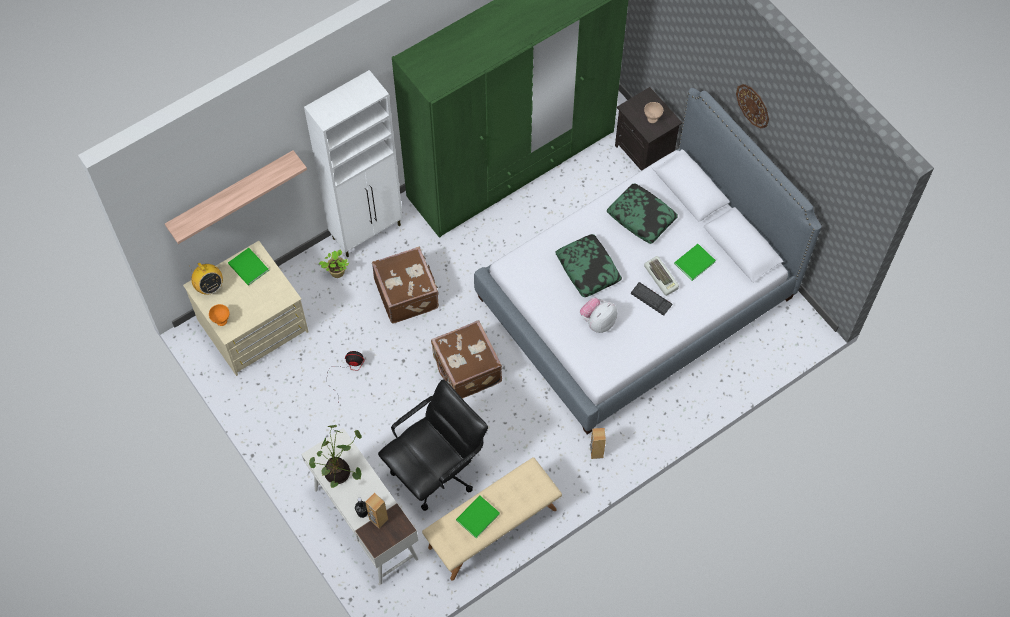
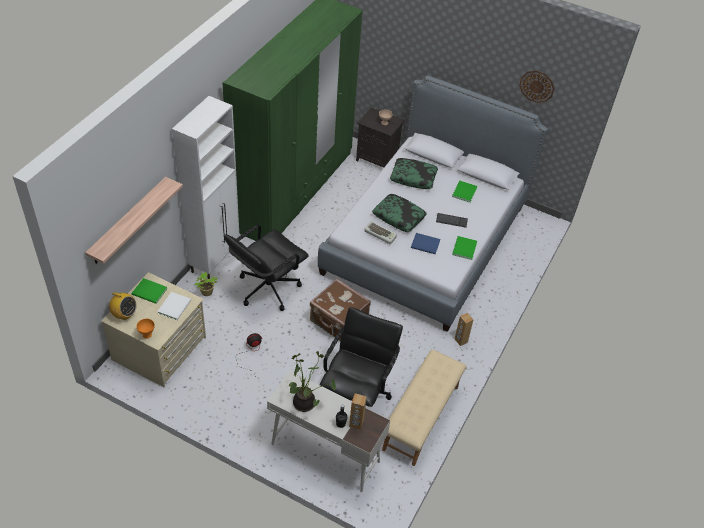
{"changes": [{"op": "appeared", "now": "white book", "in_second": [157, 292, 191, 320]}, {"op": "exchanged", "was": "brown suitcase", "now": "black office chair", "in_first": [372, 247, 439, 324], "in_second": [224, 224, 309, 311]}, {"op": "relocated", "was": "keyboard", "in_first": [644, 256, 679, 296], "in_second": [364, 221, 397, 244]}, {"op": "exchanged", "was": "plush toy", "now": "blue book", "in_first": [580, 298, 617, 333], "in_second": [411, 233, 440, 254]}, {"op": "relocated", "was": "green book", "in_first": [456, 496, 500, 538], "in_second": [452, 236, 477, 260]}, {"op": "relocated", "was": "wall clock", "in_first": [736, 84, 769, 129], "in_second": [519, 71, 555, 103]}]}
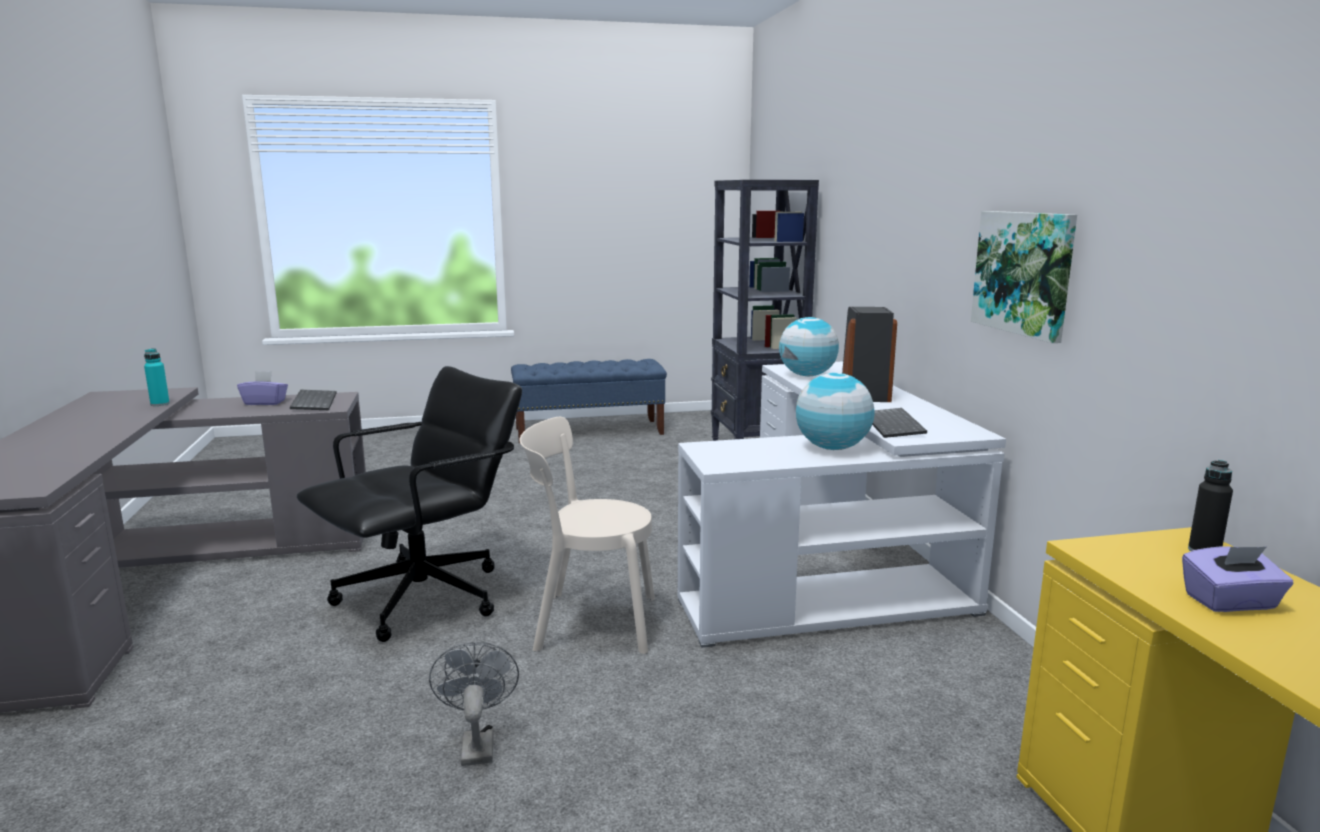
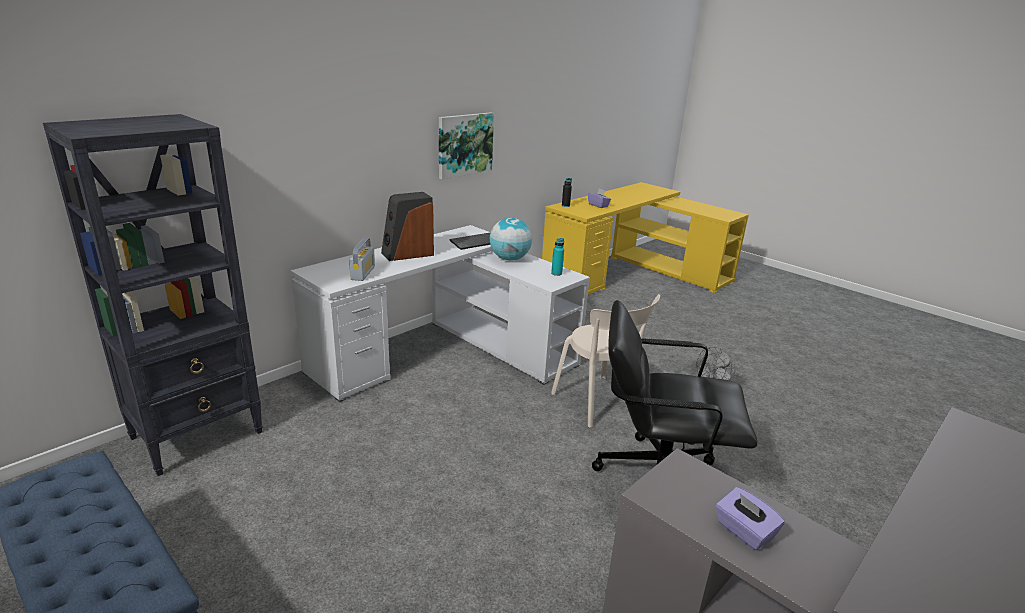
{"changes": [{"op": "exchanged", "was": "globe", "now": "radio", "in_first": [779, 317, 839, 376], "in_second": [349, 238, 375, 281]}, {"op": "relocated", "was": "turquoise bottle", "in_first": [144, 348, 170, 406], "in_second": [551, 238, 564, 276]}, {"op": "missing", "was": "keyboard", "in_first": [290, 390, 336, 410]}]}
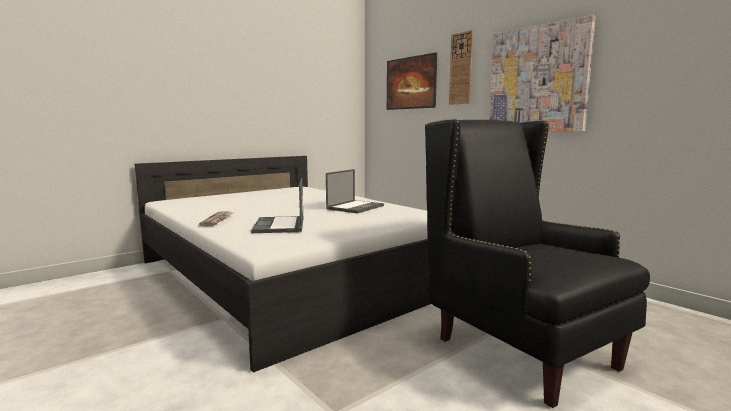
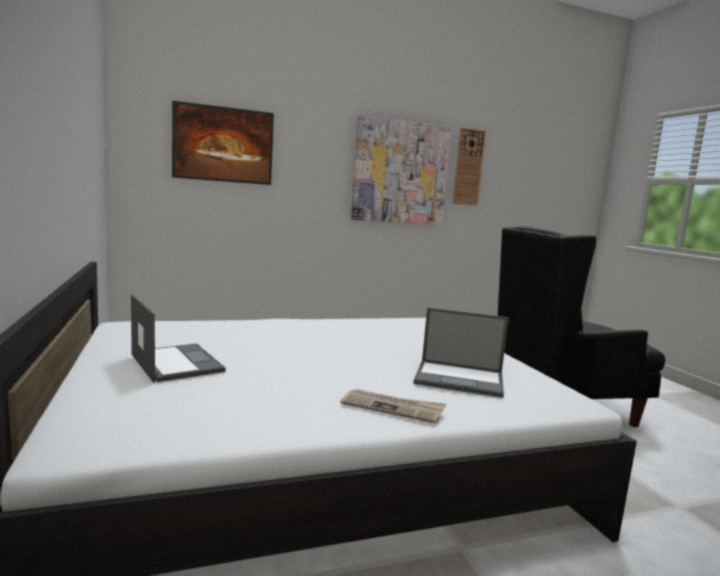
{"changes": [{"op": "relocated", "was": "laptop", "in_first": [326, 169, 384, 213], "in_second": [131, 294, 226, 383]}, {"op": "relocated", "was": "wall clock", "in_first": [449, 30, 474, 105], "in_second": [453, 128, 486, 206]}]}
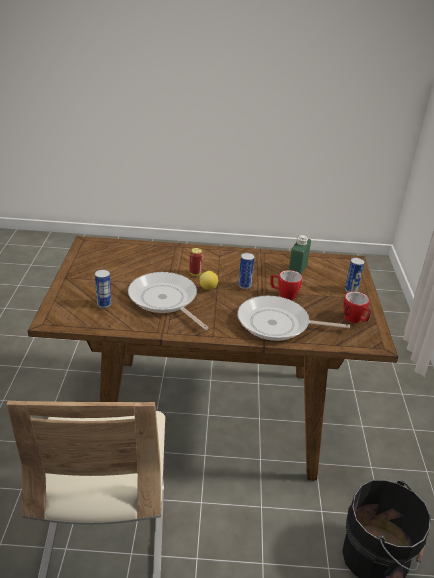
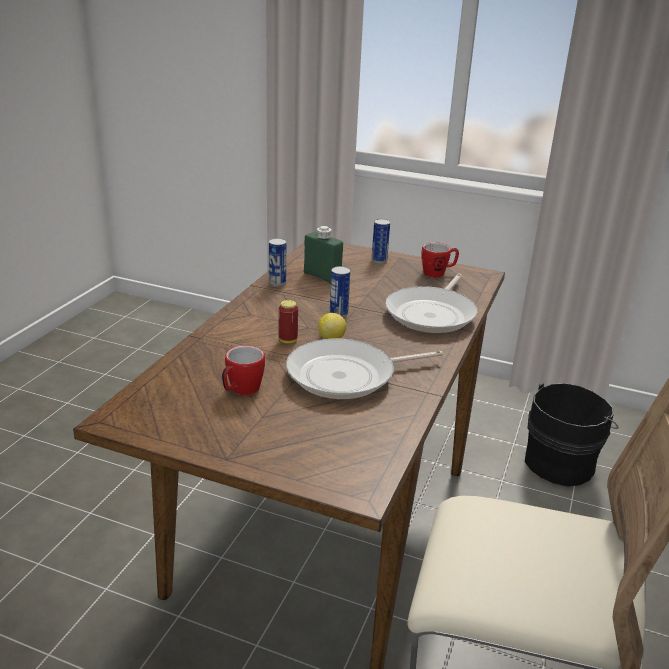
{"changes": [{"op": "relocated", "was": "mug", "in_first": [270, 270, 303, 300], "in_second": [222, 345, 265, 395]}, {"op": "relocated", "was": "can", "in_first": [95, 270, 111, 308], "in_second": [269, 238, 286, 287]}]}
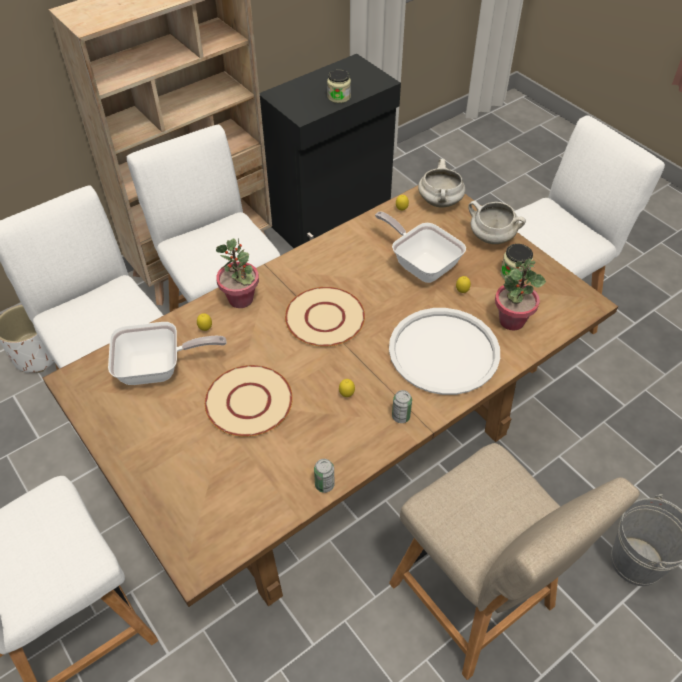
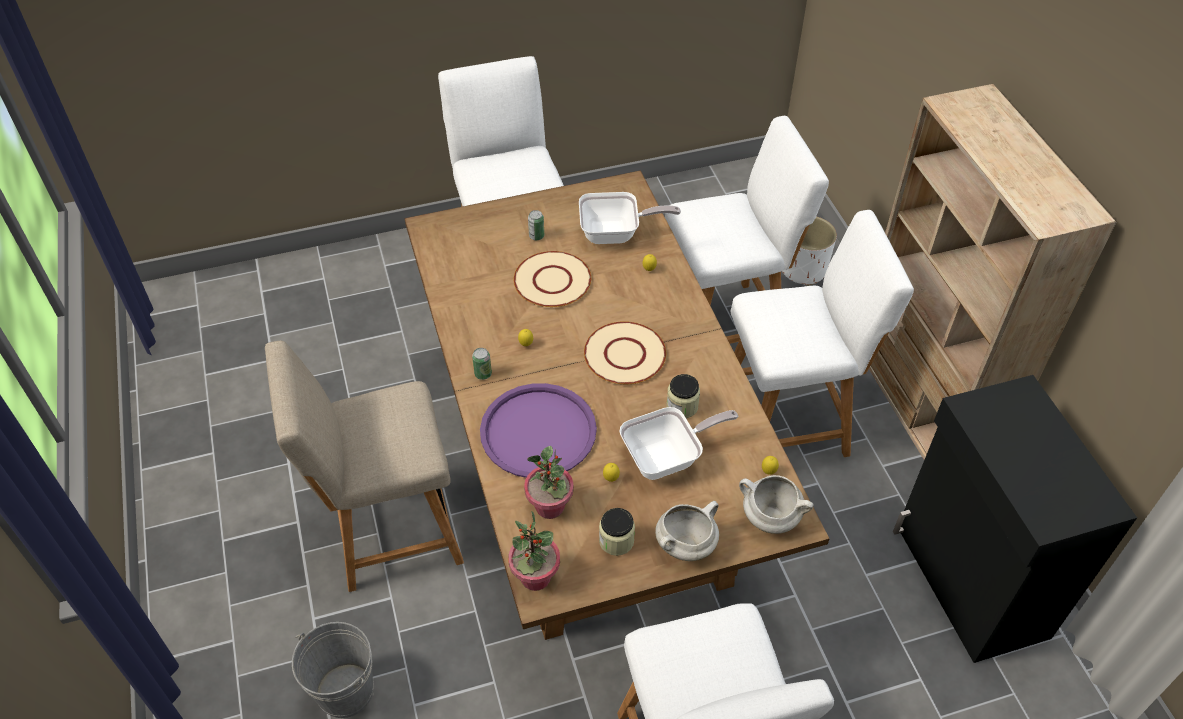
{"changes": [{"op": "colour", "was": "white tray", "now": "purple tray", "in_first": [389, 308, 500, 395], "in_second": [480, 383, 597, 478]}, {"op": "relocated", "was": "potted plant", "in_first": [216, 238, 259, 308], "in_second": [508, 511, 560, 591]}, {"op": "relocated", "was": "can", "in_first": [314, 459, 335, 493], "in_second": [528, 210, 544, 240]}, {"op": "spun", "was": "frying pan", "in_first": [108, 322, 227, 385], "in_second": [579, 192, 681, 244], "clockwise": -105}, {"op": "relocated", "was": "jar", "in_first": [327, 69, 351, 103], "in_second": [666, 374, 700, 418]}]}
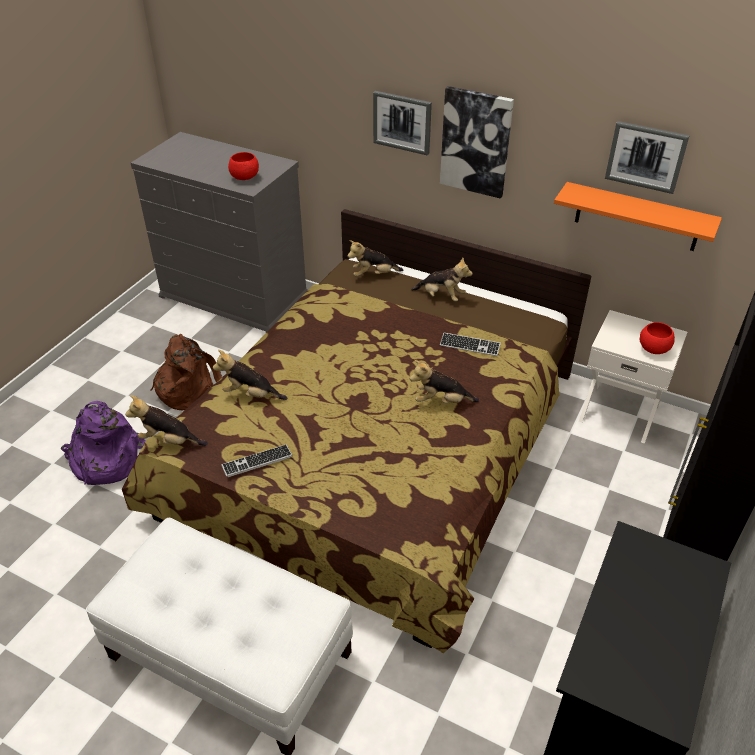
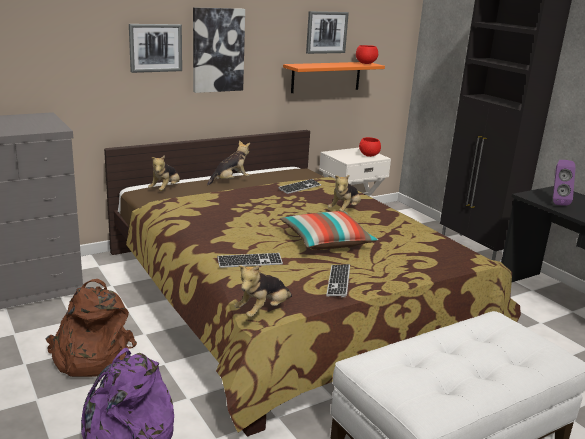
{"changes": [{"op": "exchanged", "was": "plush toy", "now": "keyboard", "in_first": [213, 350, 287, 400], "in_second": [217, 253, 283, 268]}, {"op": "appeared", "now": "pillow", "in_second": [280, 211, 378, 250]}, {"op": "relocated", "was": "red bowl", "in_first": [228, 152, 259, 180], "in_second": [356, 45, 378, 64]}, {"op": "appeared", "now": "purple speaker", "in_second": [553, 160, 576, 206]}]}
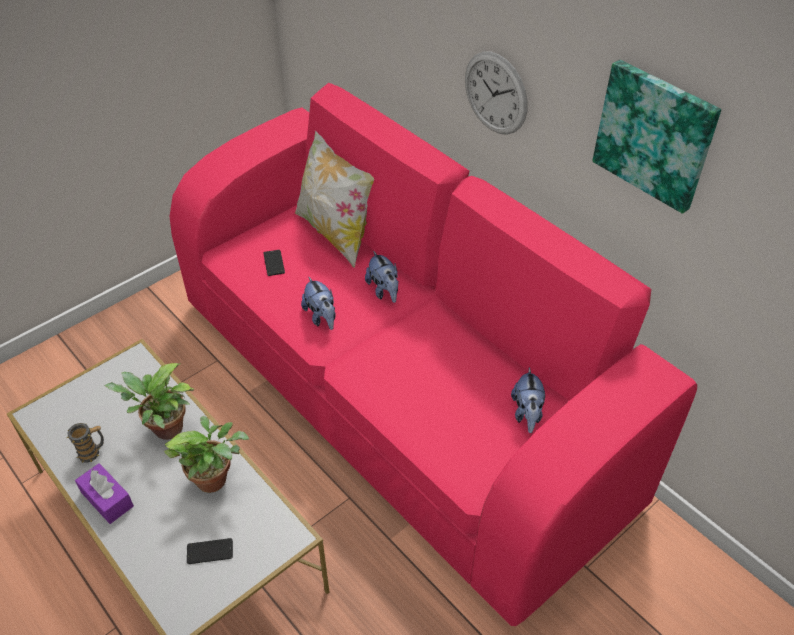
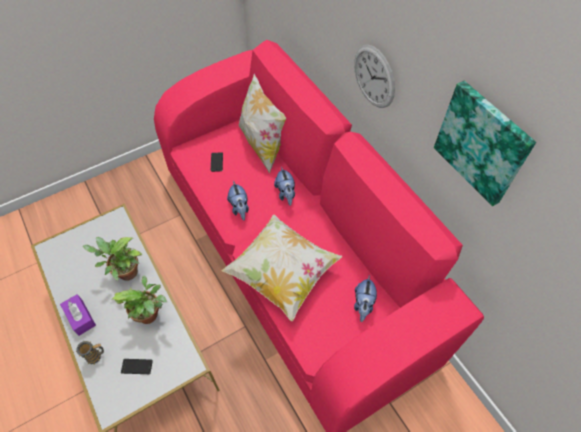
{"changes": [{"op": "relocated", "was": "mug", "in_first": [67, 423, 104, 463], "in_second": [76, 341, 104, 364]}, {"op": "appeared", "now": "pillow", "in_second": [221, 214, 342, 321]}]}
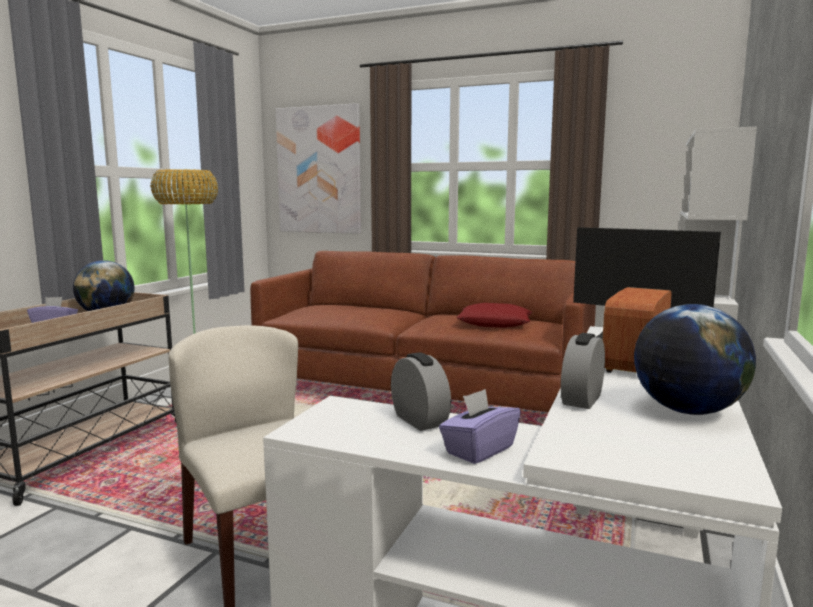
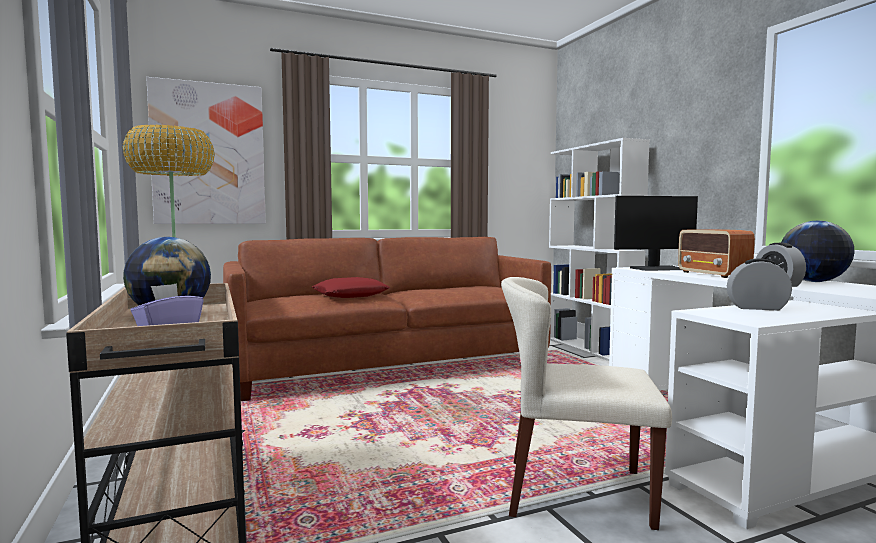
{"changes": [{"op": "relocated", "was": "red pillow", "in_first": [456, 303, 532, 328], "in_second": [312, 277, 390, 298]}, {"op": "missing", "was": "purple tissue box", "in_first": [439, 389, 521, 464]}]}
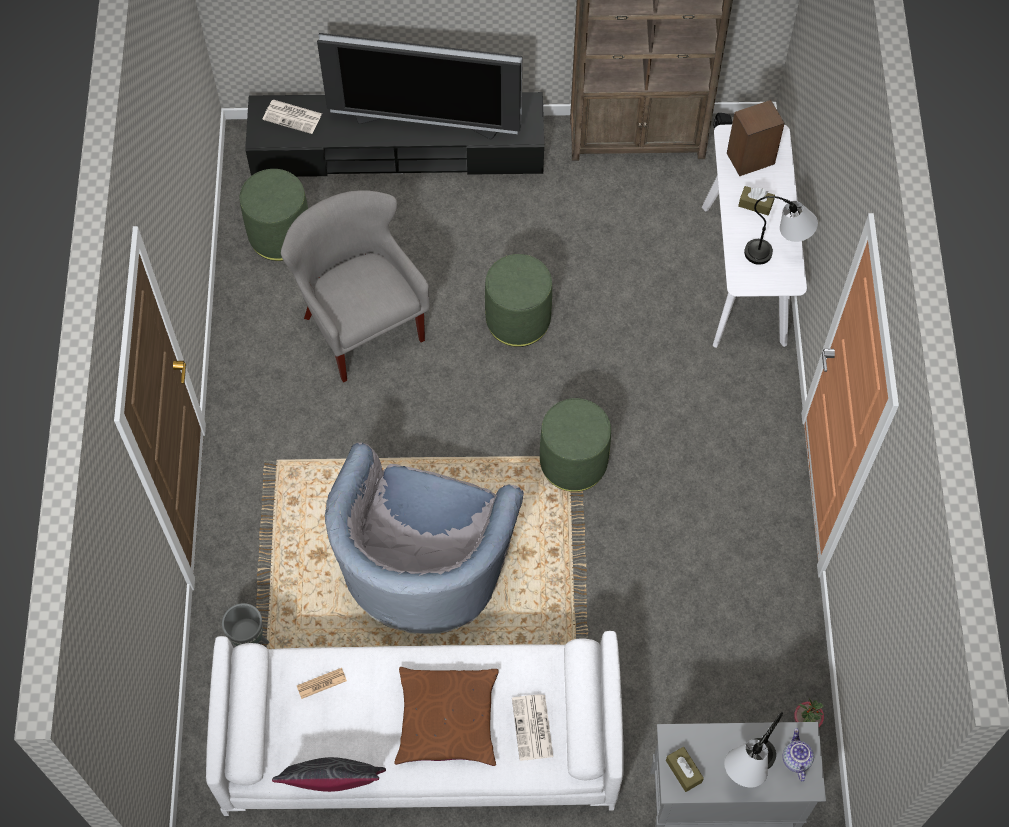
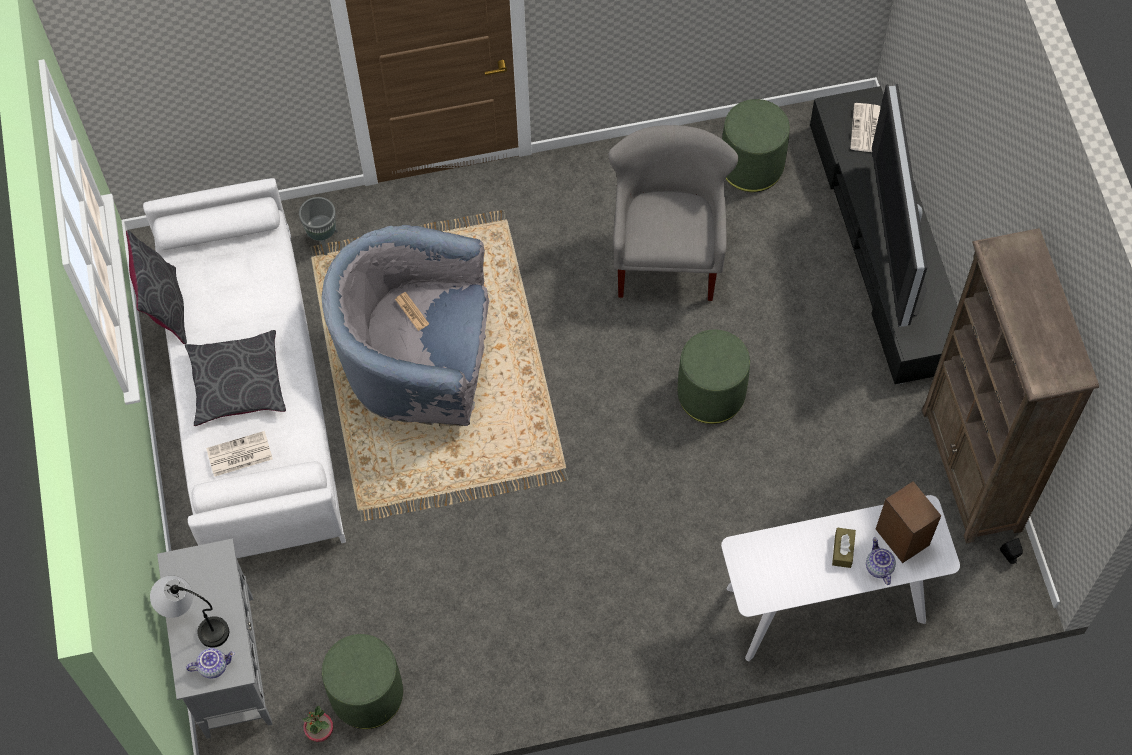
{"changes": [{"op": "colour", "was": "brown pillow", "now": "grey pillow", "in_first": [394, 667, 499, 766], "in_second": [185, 330, 286, 426]}, {"op": "relocated", "was": "green ottoman", "in_first": [540, 398, 611, 492], "in_second": [322, 634, 403, 729]}, {"op": "relocated", "was": "newspaper", "in_first": [297, 668, 347, 699], "in_second": [395, 292, 429, 331]}, {"op": "spun", "was": "grey armchair", "in_first": [281, 190, 430, 383], "in_second": [608, 125, 738, 301], "clockwise": -45}, {"op": "appeared", "now": "teapot", "in_second": [866, 537, 896, 585]}, {"op": "missing", "was": "brown tissue box", "in_first": [666, 747, 704, 792]}, {"op": "missing", "was": "table lamp", "in_first": [744, 196, 818, 265]}]}
